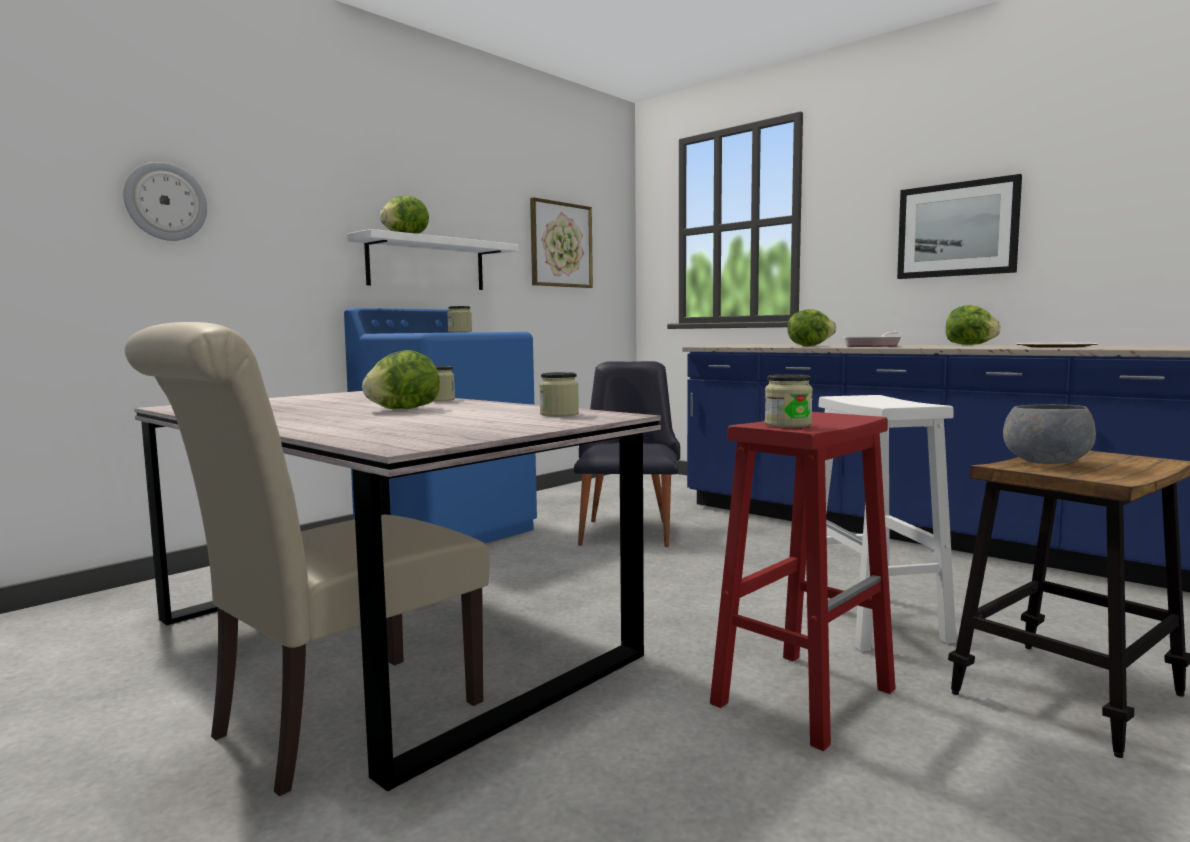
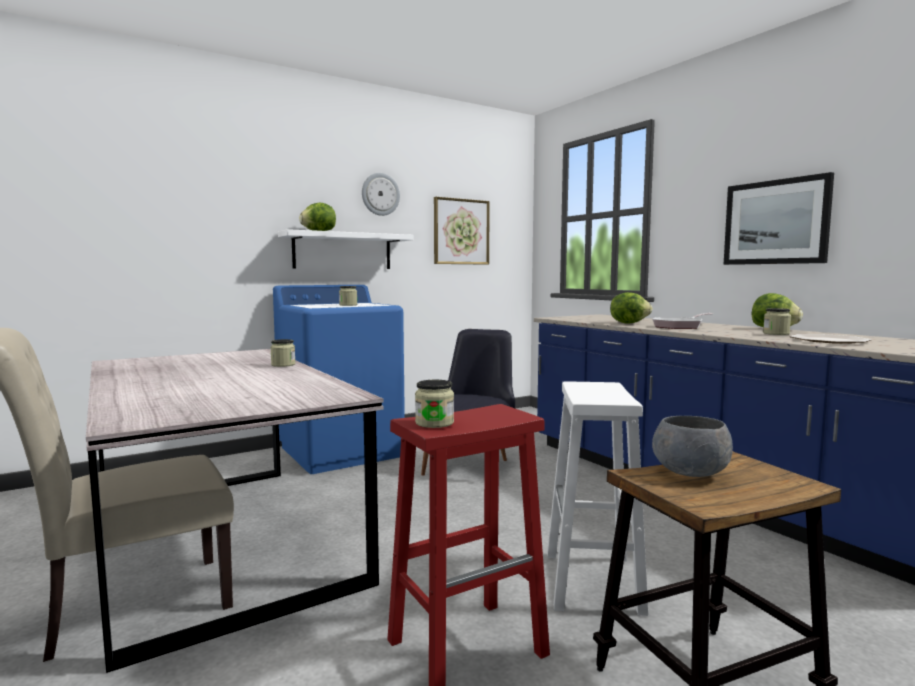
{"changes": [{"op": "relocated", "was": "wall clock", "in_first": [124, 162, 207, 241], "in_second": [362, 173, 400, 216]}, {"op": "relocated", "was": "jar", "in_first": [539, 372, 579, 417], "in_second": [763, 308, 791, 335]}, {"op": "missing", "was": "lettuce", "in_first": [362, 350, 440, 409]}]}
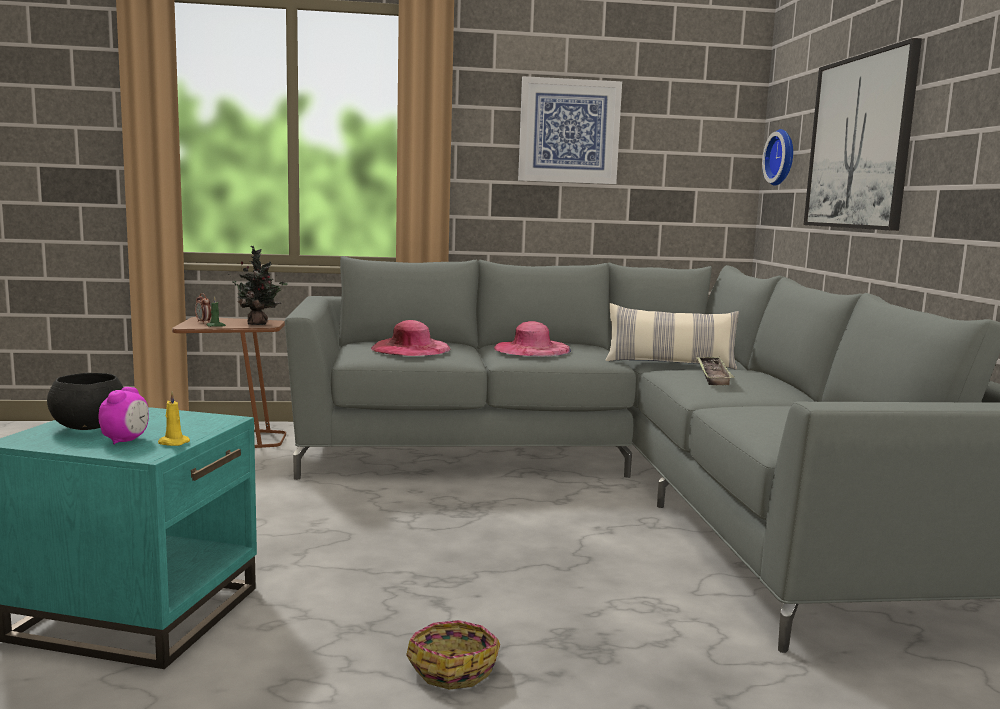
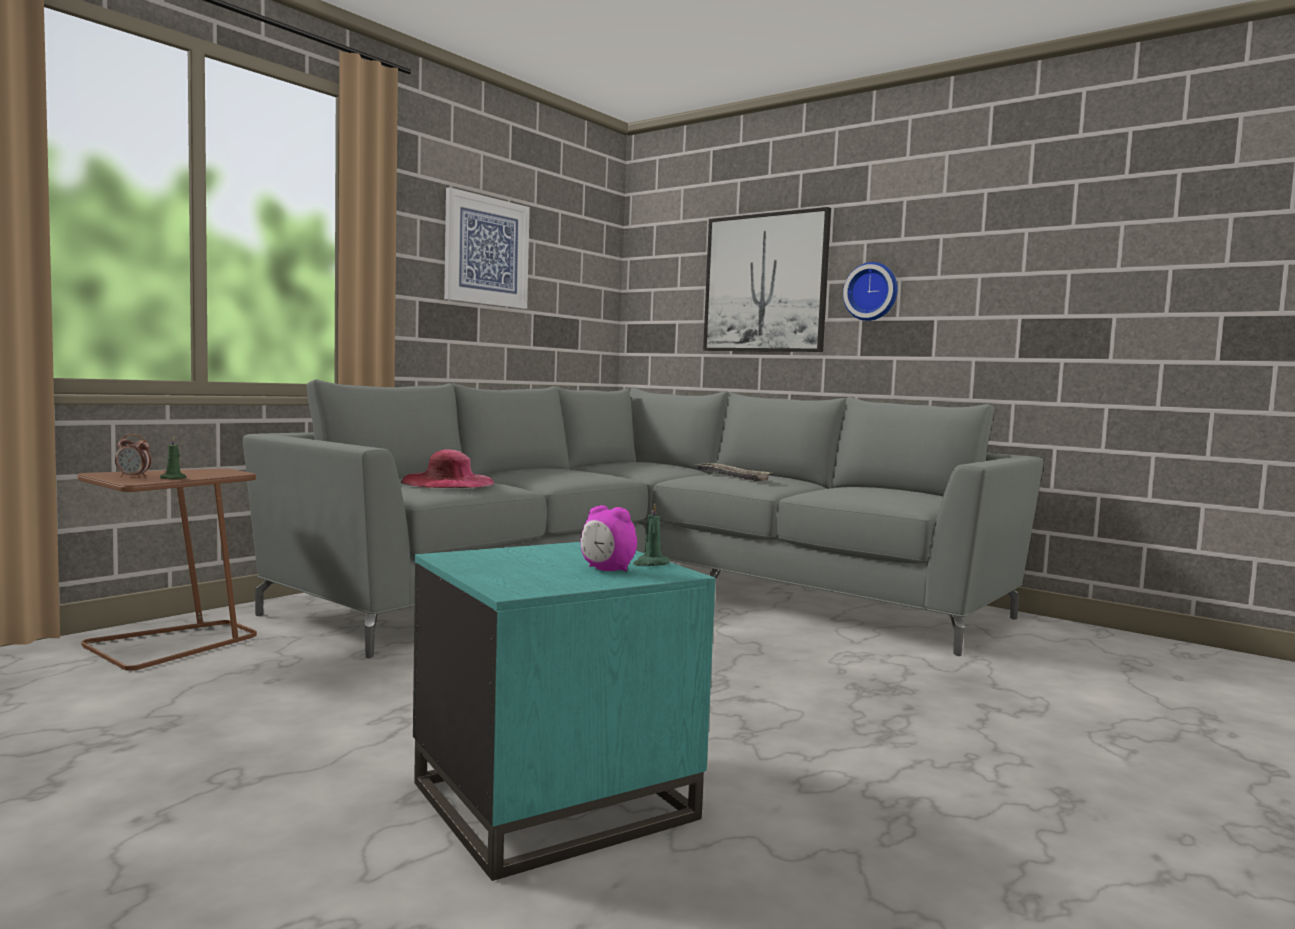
{"changes": [{"op": "spun", "was": "alarm clock", "in_first": [99, 387, 149, 445], "in_second": [580, 505, 637, 572], "clockwise": 150}, {"op": "colour", "was": "yellow candle", "now": "green candle", "in_first": [158, 392, 190, 446], "in_second": [633, 503, 670, 566]}, {"op": "relocated", "was": "wall clock", "in_first": [762, 129, 793, 186], "in_second": [843, 262, 898, 321]}, {"op": "missing", "was": "black bowl", "in_first": [47, 373, 123, 430]}, {"op": "missing", "was": "potted plant", "in_first": [228, 246, 288, 325]}, {"op": "missing", "was": "basket", "in_first": [406, 620, 500, 690]}, {"op": "missing", "was": "pink hat", "in_first": [494, 321, 571, 356]}, {"op": "missing", "was": "pillow", "in_first": [605, 303, 739, 370]}]}
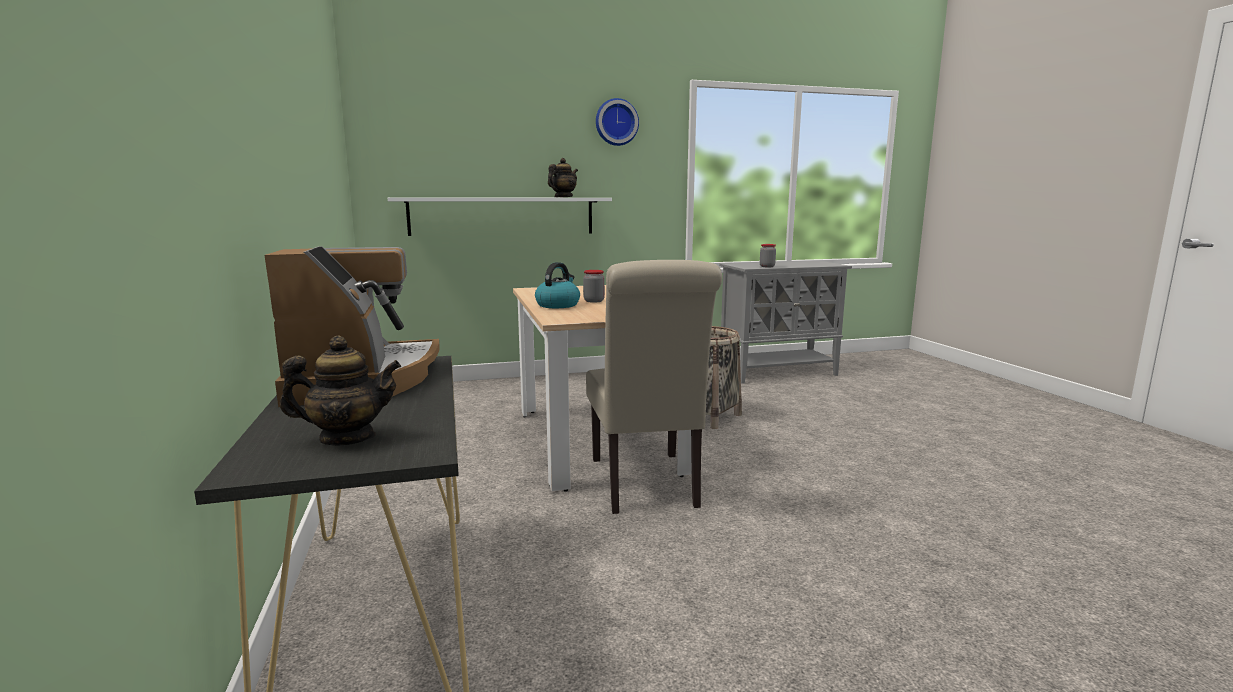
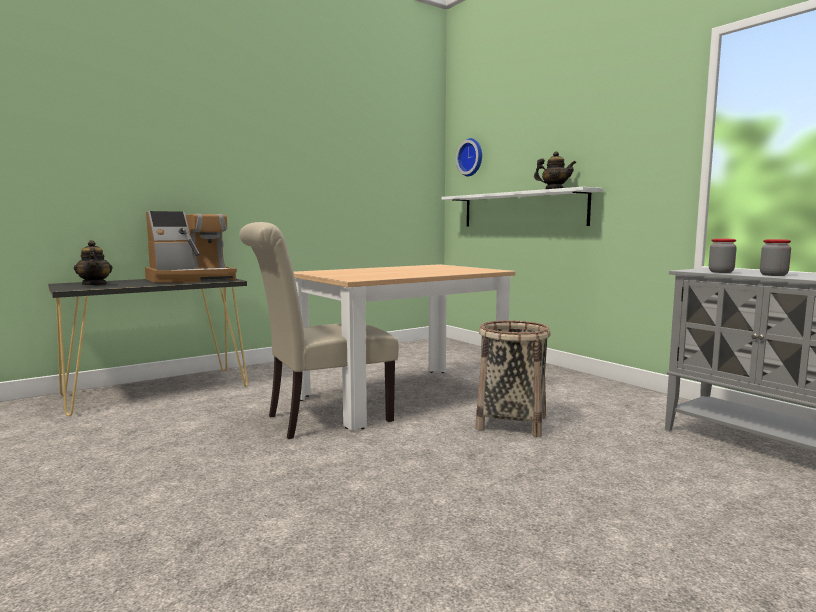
{"changes": [{"op": "relocated", "was": "wall clock", "in_first": [596, 98, 639, 146], "in_second": [456, 138, 482, 176]}, {"op": "relocated", "was": "jar", "in_first": [583, 270, 605, 303], "in_second": [760, 239, 791, 276]}, {"op": "missing", "was": "kettle", "in_first": [535, 262, 580, 308]}]}
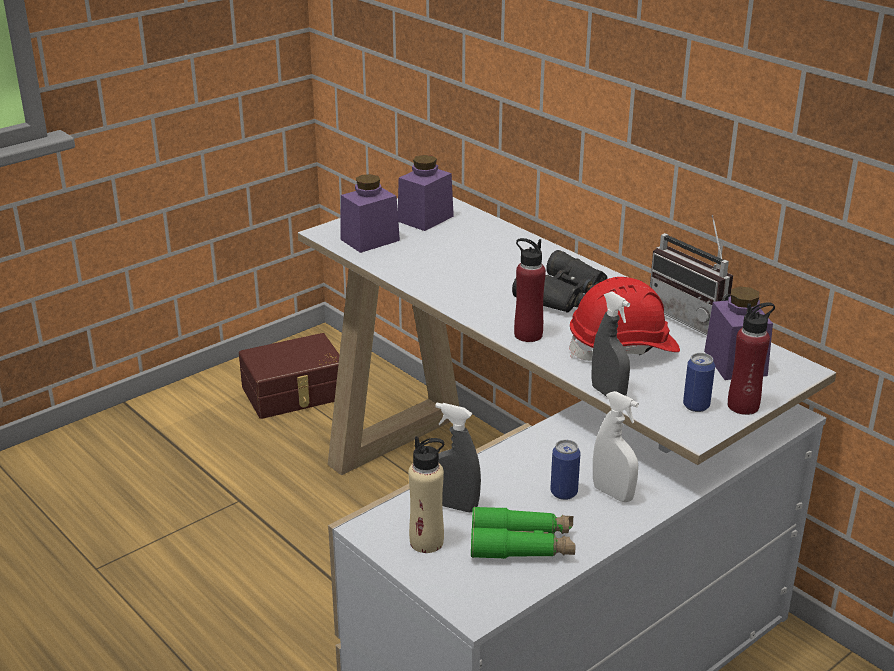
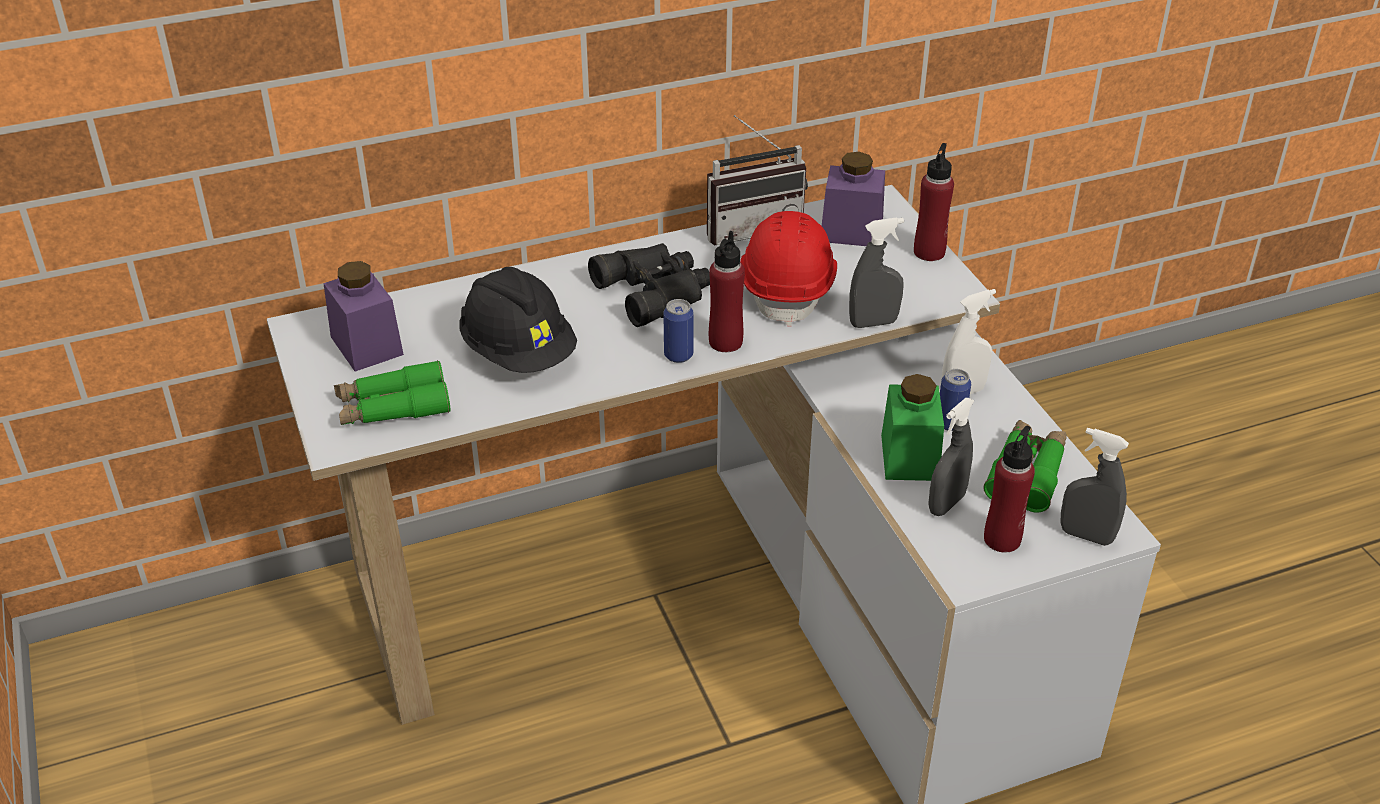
{"changes": [{"op": "exchanged", "was": "purple jar", "now": "green binoculars", "in_first": [340, 174, 400, 253], "in_second": [334, 360, 451, 425]}, {"op": "appeared", "now": "black hard hat", "in_second": [460, 267, 577, 373]}, {"op": "relocated", "was": "can", "in_first": [683, 353, 715, 412], "in_second": [663, 299, 694, 363]}, {"op": "appeared", "now": "green jar", "in_second": [881, 374, 944, 481]}, {"op": "colour", "was": "beige bottle", "now": "red bottle", "in_first": [408, 436, 444, 553], "in_second": [984, 426, 1035, 553]}, {"op": "appeared", "now": "grey spray bottle", "in_second": [1061, 428, 1129, 546]}, {"op": "missing", "was": "brown storage box", "in_first": [239, 333, 339, 419]}]}
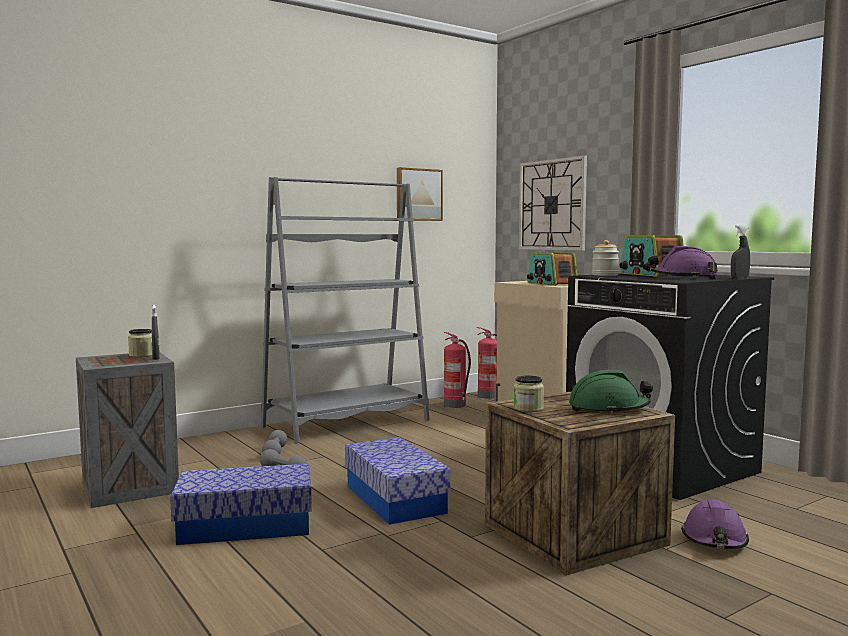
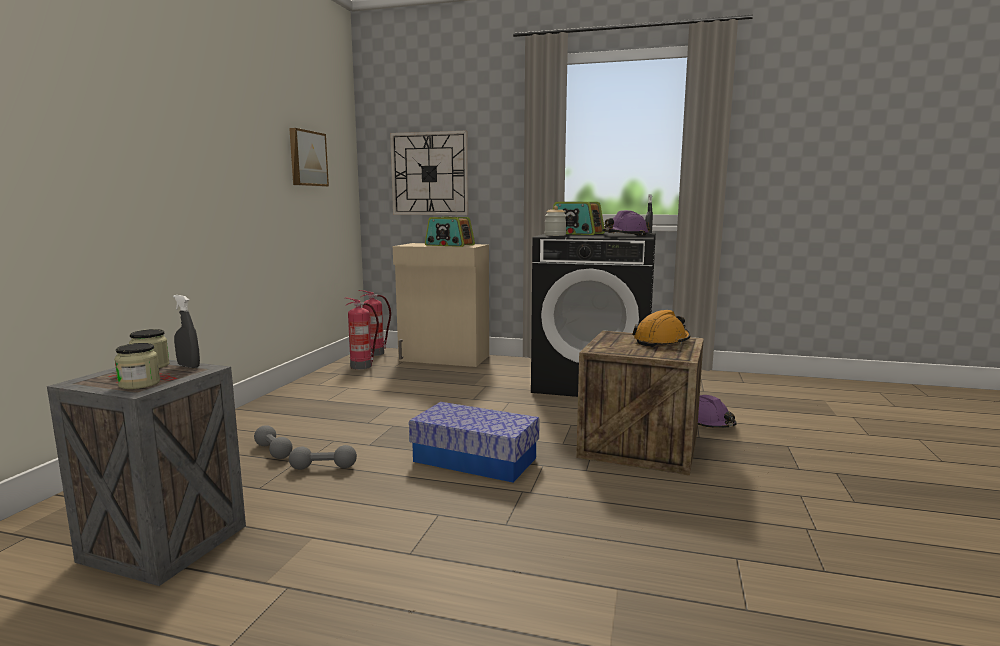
{"changes": [{"op": "relocated", "was": "jar", "in_first": [514, 375, 544, 412], "in_second": [114, 343, 160, 389]}, {"op": "colour", "was": "green hard hat", "now": "orange hard hat", "in_first": [569, 370, 653, 414], "in_second": [632, 310, 690, 347]}, {"op": "missing", "was": "storage box", "in_first": [170, 464, 312, 545]}, {"op": "missing", "was": "grey bookcase", "in_first": [261, 177, 430, 444]}]}
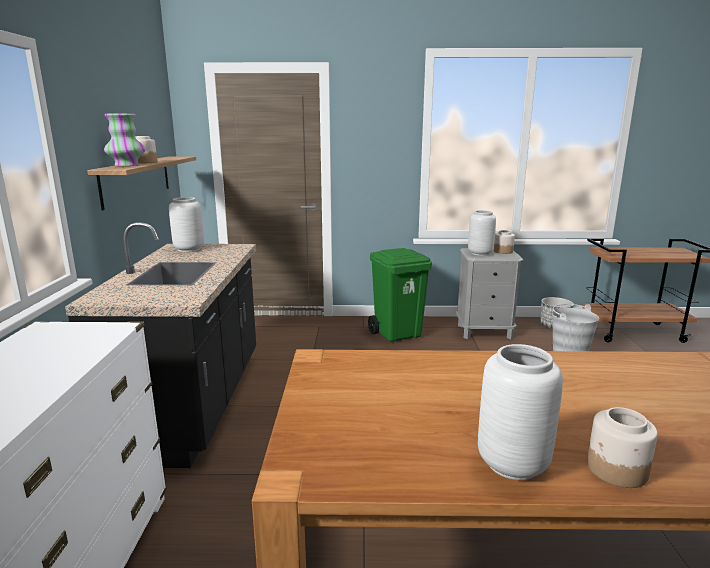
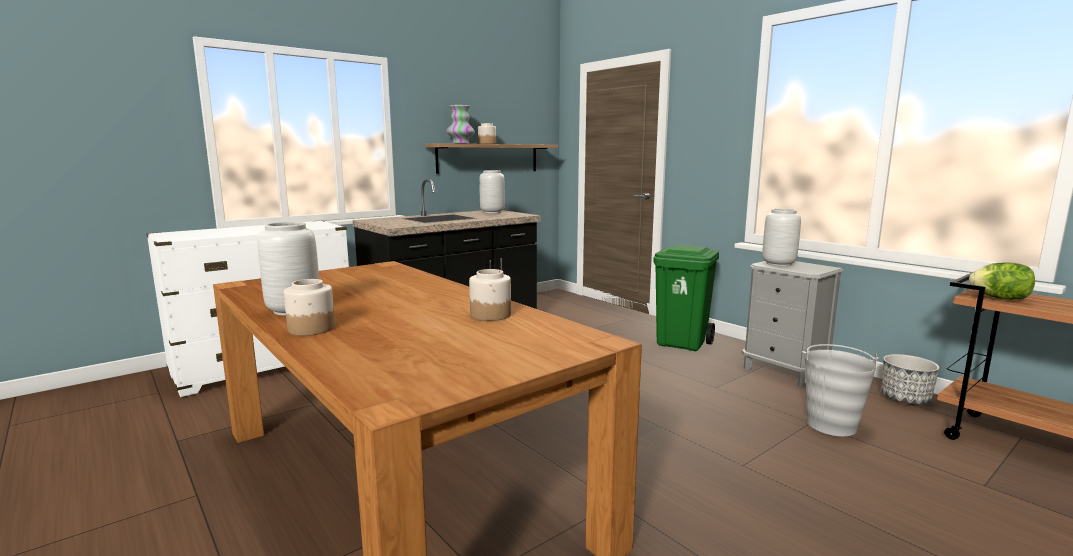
{"changes": [{"op": "relocated", "was": "jar", "in_first": [494, 230, 515, 254], "in_second": [469, 269, 511, 321]}, {"op": "appeared", "now": "lettuce", "in_second": [969, 262, 1035, 300]}]}
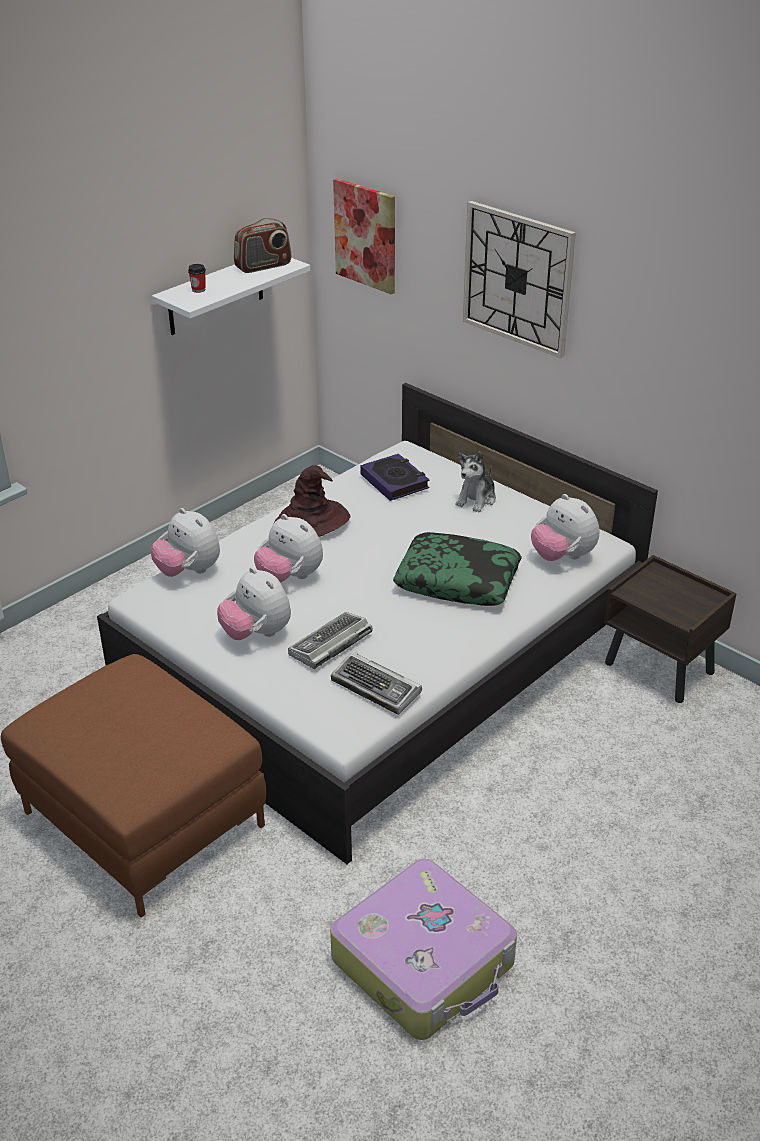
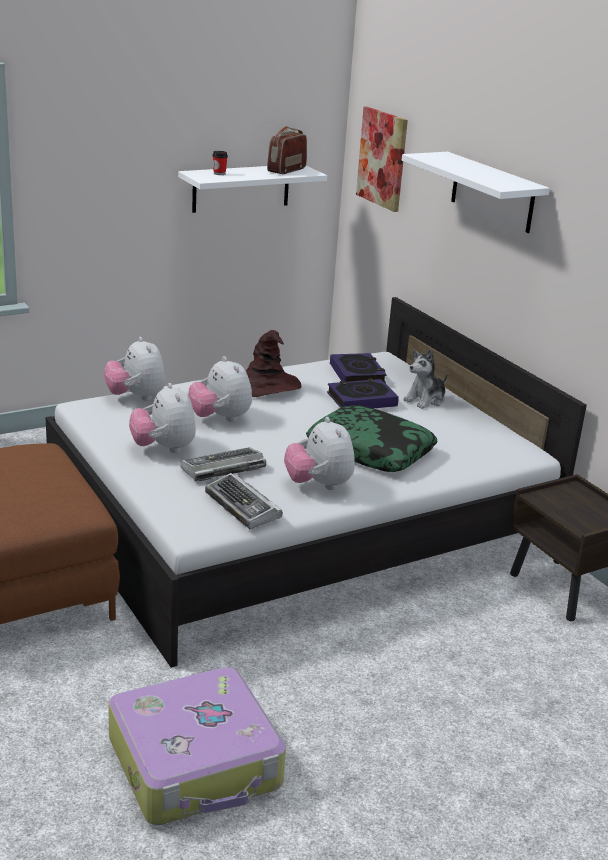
{"changes": [{"op": "spun", "was": "radio", "in_first": [234, 218, 291, 273], "in_second": [267, 126, 307, 174], "clockwise": 135}, {"op": "relocated", "was": "plush toy", "in_first": [531, 494, 600, 561], "in_second": [284, 417, 355, 490]}, {"op": "appeared", "now": "book", "in_second": [327, 378, 399, 409]}, {"op": "exchanged", "was": "wall clock", "now": "white shelf", "in_first": [463, 201, 576, 358], "in_second": [402, 152, 550, 233]}]}
